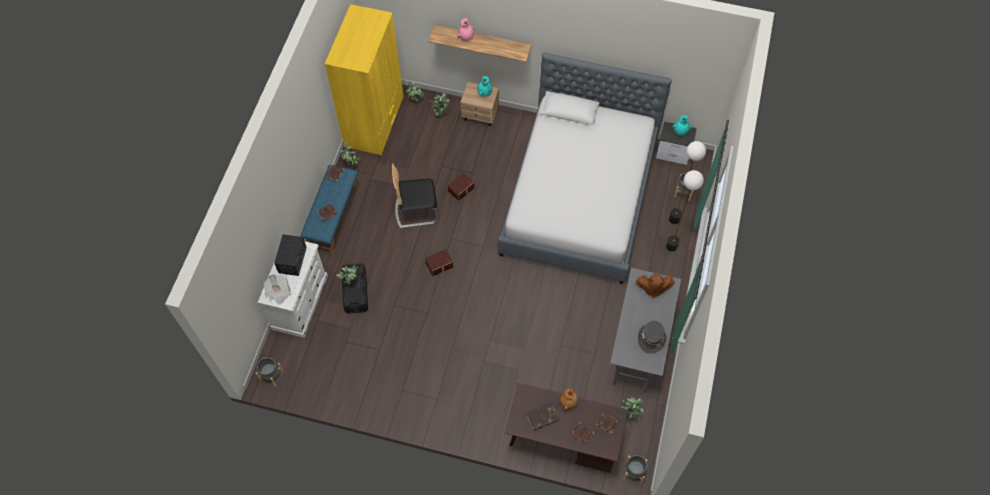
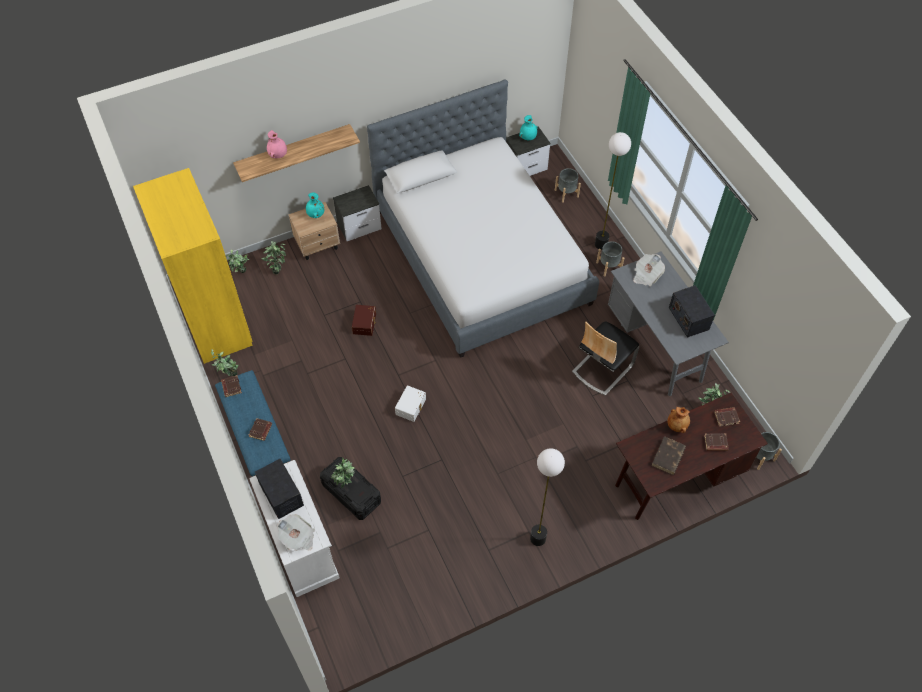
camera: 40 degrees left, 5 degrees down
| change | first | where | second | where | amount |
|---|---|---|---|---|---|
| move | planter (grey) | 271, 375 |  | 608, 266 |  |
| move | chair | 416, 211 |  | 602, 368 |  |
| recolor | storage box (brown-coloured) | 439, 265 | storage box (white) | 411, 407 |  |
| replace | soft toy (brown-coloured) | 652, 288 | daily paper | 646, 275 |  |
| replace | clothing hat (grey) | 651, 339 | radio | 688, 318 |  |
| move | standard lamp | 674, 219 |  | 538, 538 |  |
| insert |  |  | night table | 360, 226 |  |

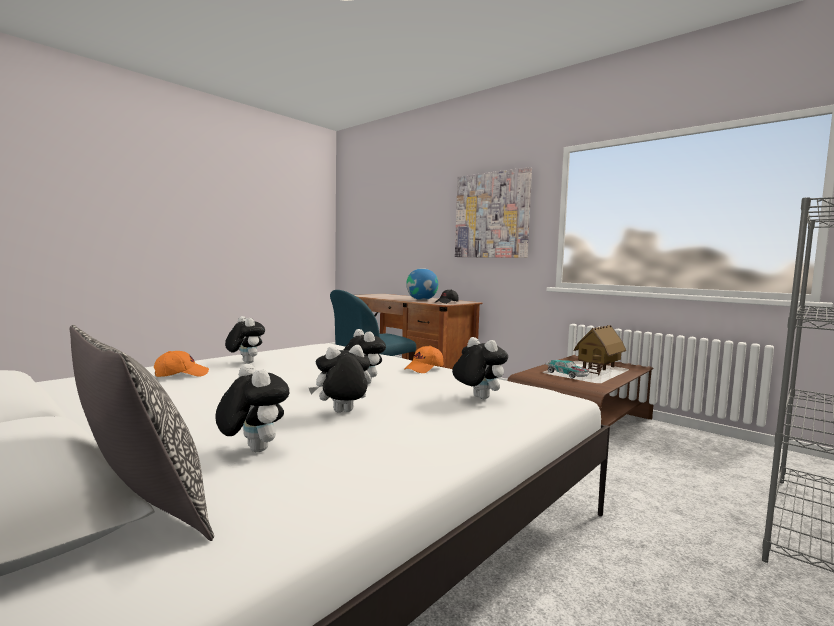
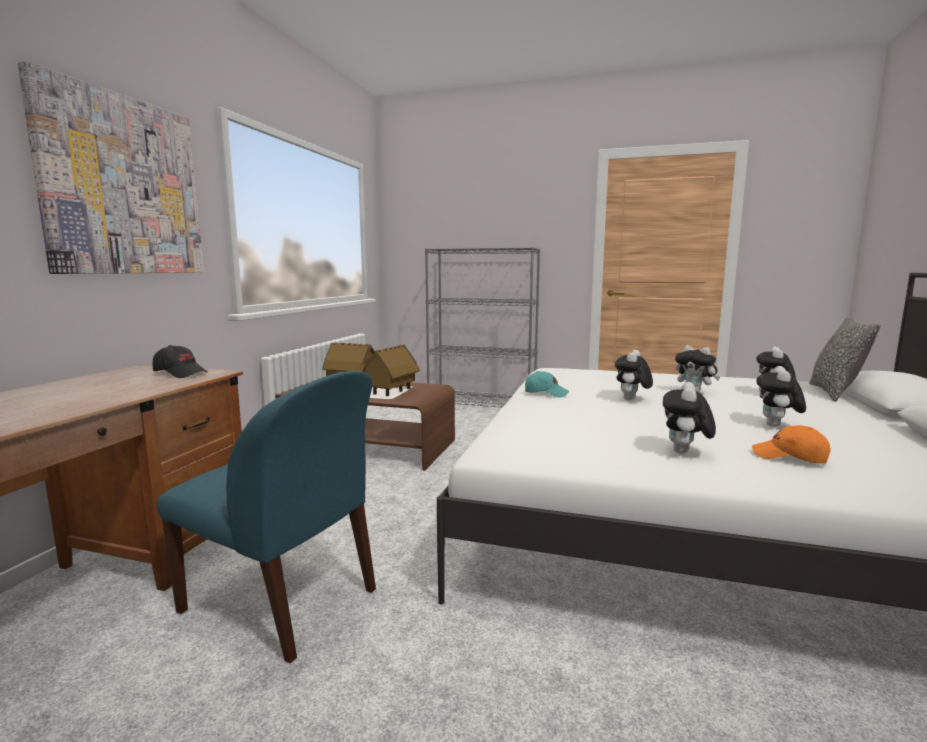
camera: 115 degrees left, 5 degrees up
| change | first | where | second | where | amount |
|---|---|---|---|---|---|
| recolor | baseball cap (orange-coloured) | 424, 369 | baseball cap (turquoise) | 546, 393 |  |
| delete | globe | 422, 300 |  |  |  |
| move | soft toy | 477, 398 |  | 777, 426 |  |
| replace | model car | 567, 374 | model house | 391, 392 |  |

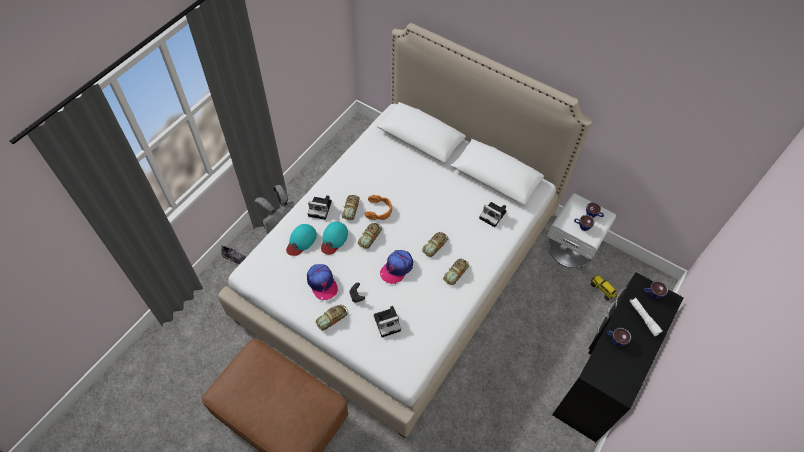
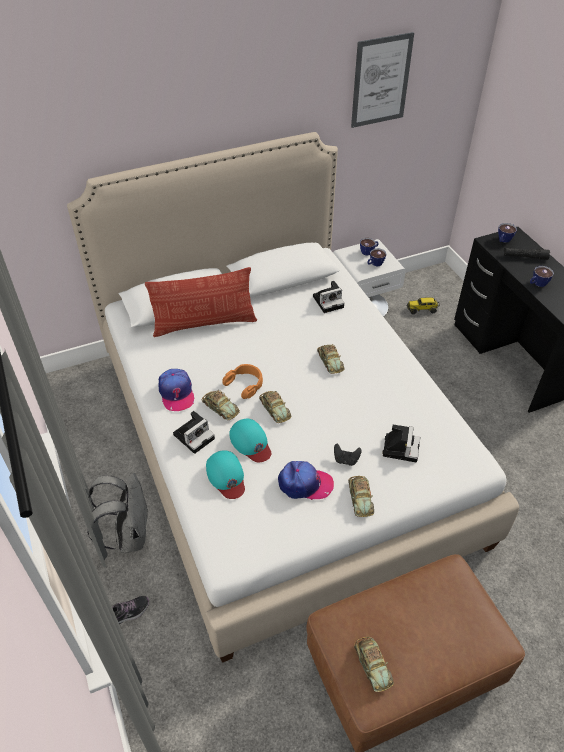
camera: 55 degrees left, 10 degrees down
| change | first | where | second | where | amount |
|---|---|---|---|---|---|
| move | baseball cap | 396, 268 |  | 176, 393 |  |
| move | model car | 456, 272 |  | 372, 665 |  |
| recolor | flashlight (white) | 643, 318 | flashlight (black-coloured) | 525, 257 |  |
| insert |  |  | cushion | 204, 323 |  |
| insert |  |  | wall picture | 381, 81 |  |

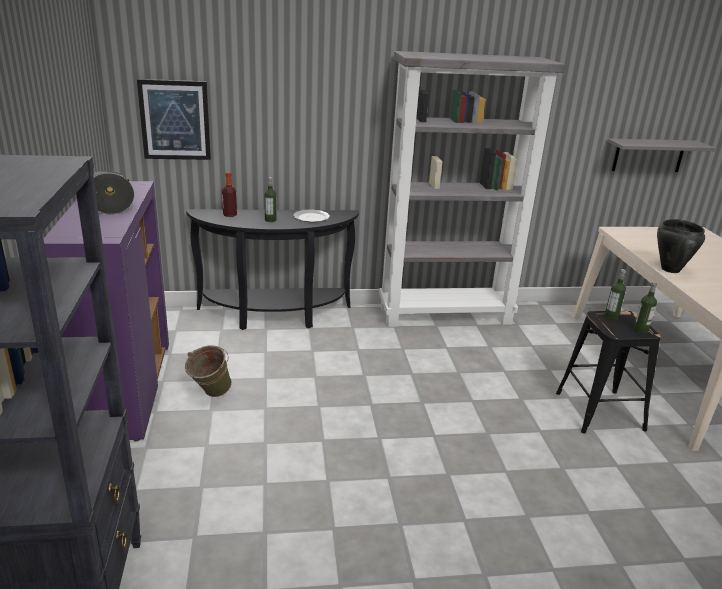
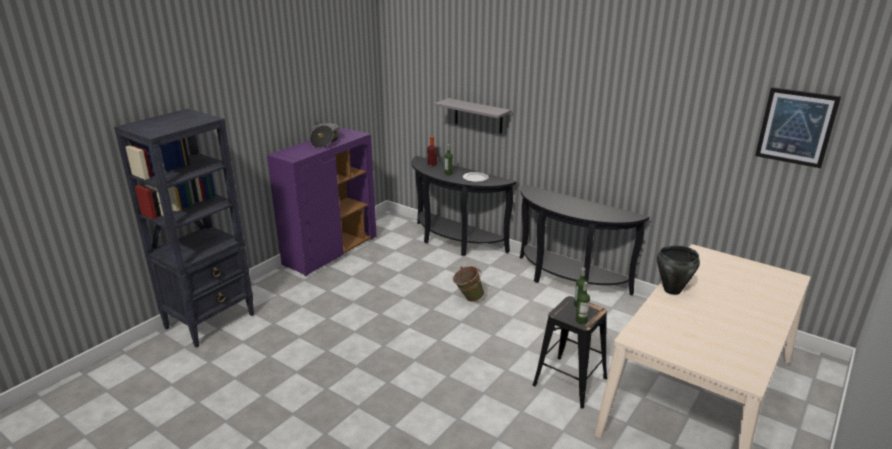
camera: 45 degrees right, 0 degrees up
| change | first | where | second | where | amount |
|---|---|---|---|---|---|
| move | wall picture | 175, 120 |  | 796, 127 |  |
| move | bucket (green-coloured) | 210, 395 |  | 467, 299 |  |
| replace | bookcase (grey) | 446, 315 | narrow table (black-coloured) | 567, 281 |  |
| move | wall shelf (grey) | 648, 155 |  | 478, 116 |  |

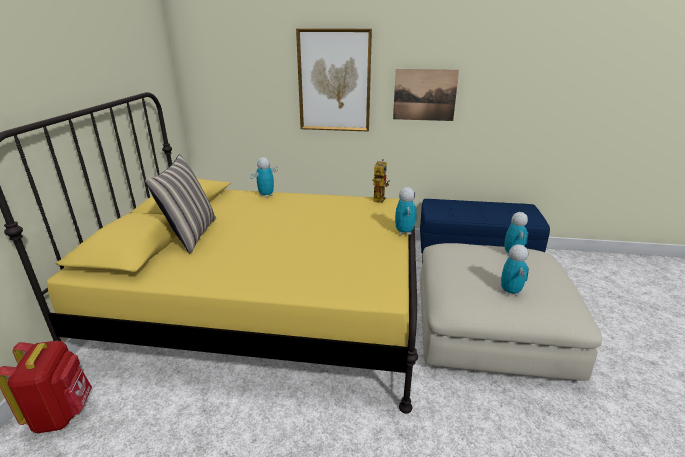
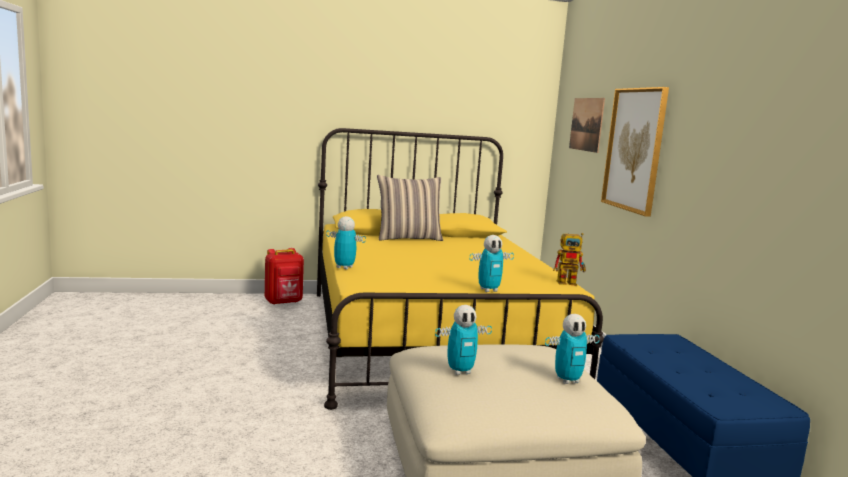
camera: 70 degrees right, 15 degrees down
| change | first | where | second | where | amount |
|---|---|---|---|---|---|
| move | toy robot | 266, 195 |  | 344, 267 |  |
| move | wall picture | 424, 95 |  | 586, 124 |  |

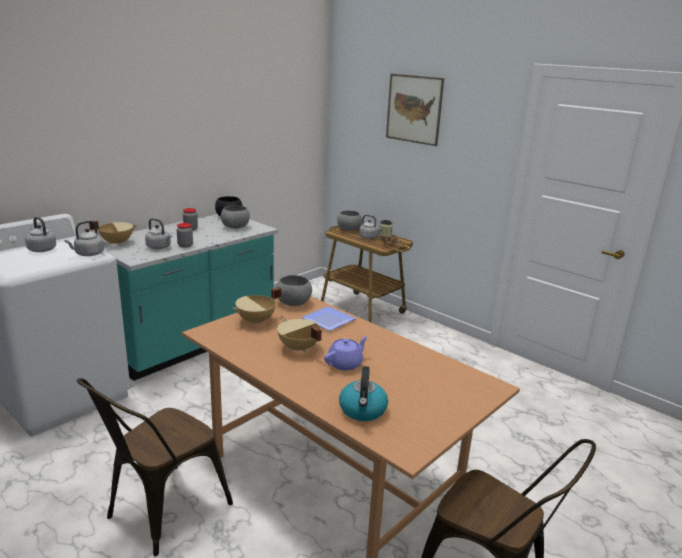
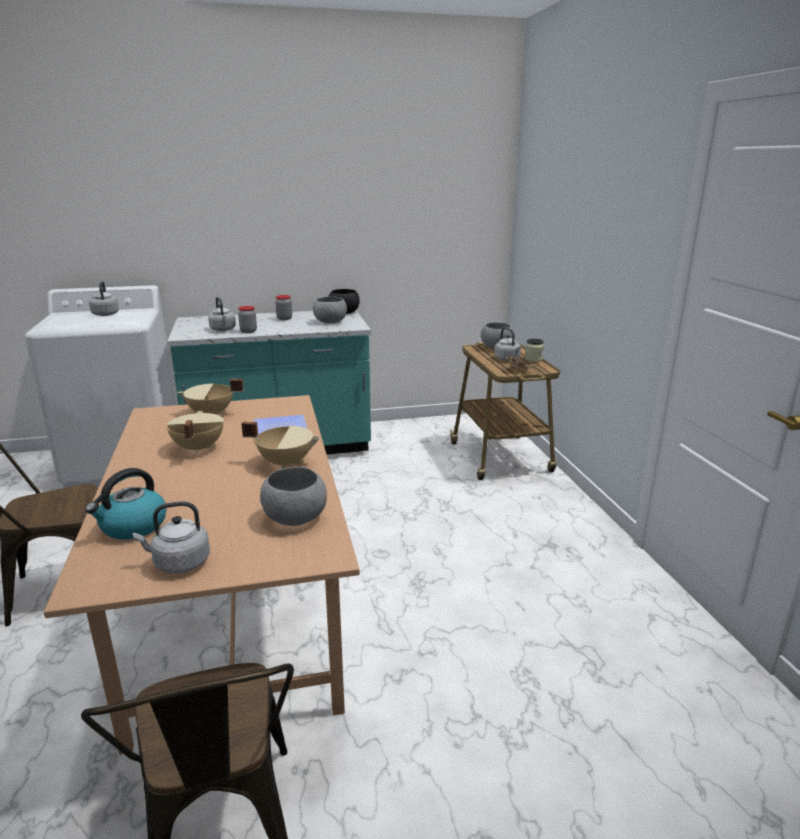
camera: 35 degrees right, 0 degrees up
| change | first | where | second | where | amount |
|---|---|---|---|---|---|
| move | water kettle (grey) | 88, 254 |  | 179, 563 |  |
| move | saucepot (sand-coloured) | 116, 242 |  | 285, 462 |  |
| move | serving bowl (grey) | 293, 303 |  | 295, 517 |  |
| delete | teapot (purple) | 345, 364 |  |  |  |
| delete | wall picture | 414, 109 |  |  |  |

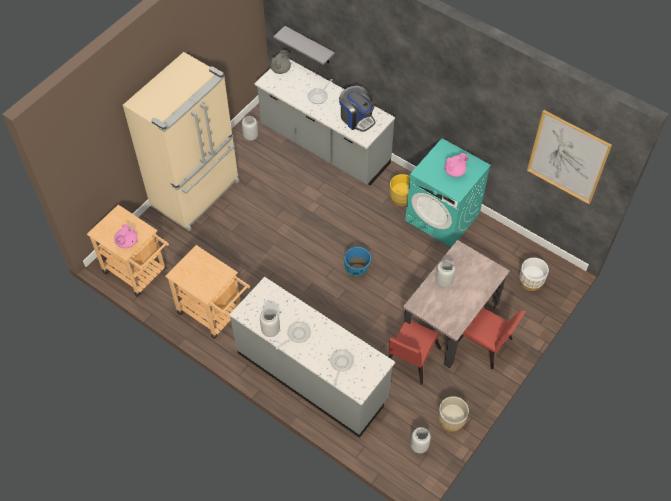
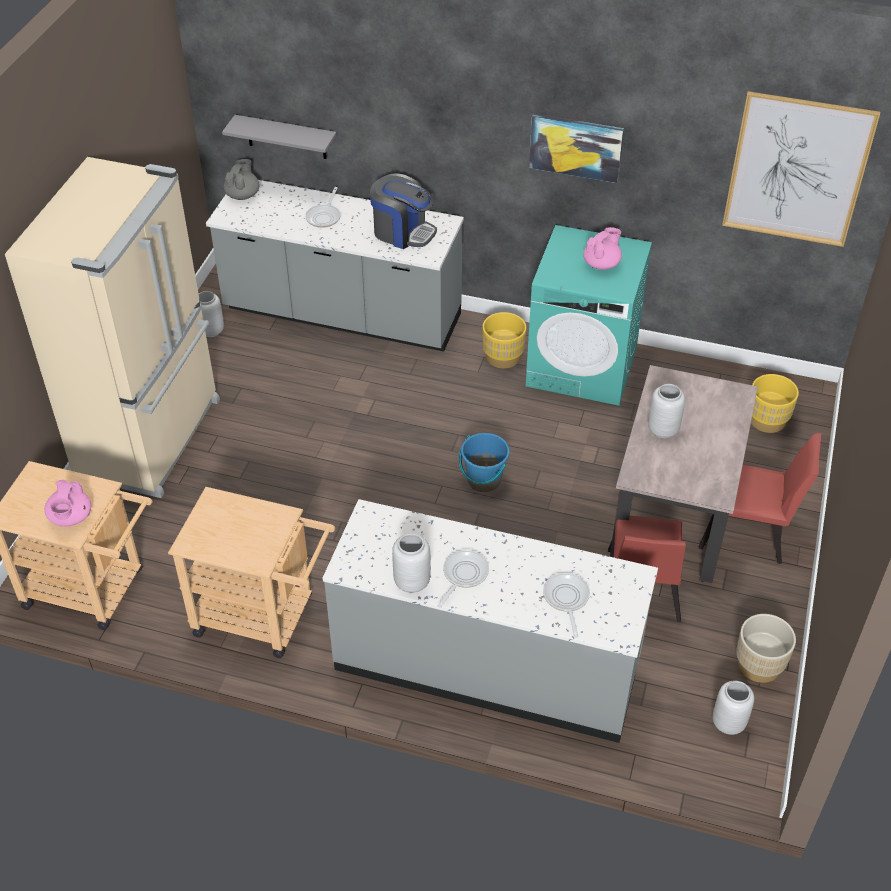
camera: 20 degrees left, 10 degrees down
| change | first | where | second | where | amount |
|---|---|---|---|---|---|
| recolor | planter (white) | 530, 282 | planter (yellowish) | 767, 420 |  |
| insert |  |  | wall picture | 576, 147 |  |

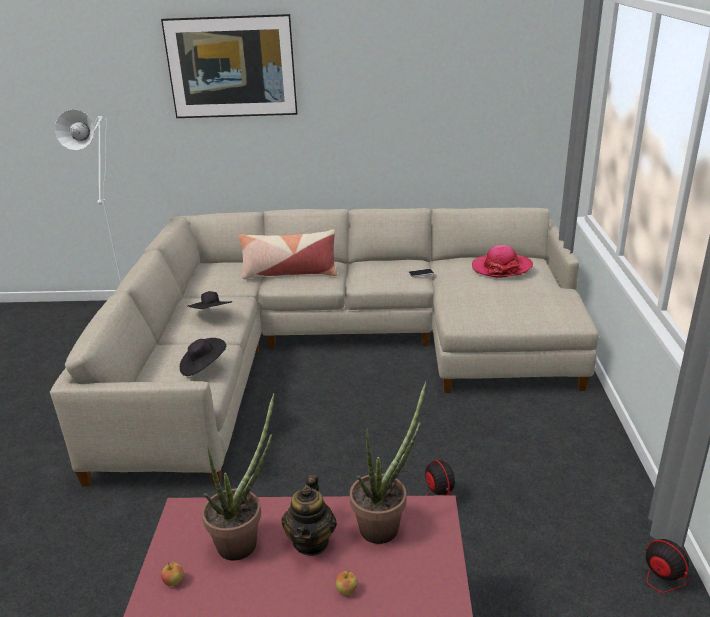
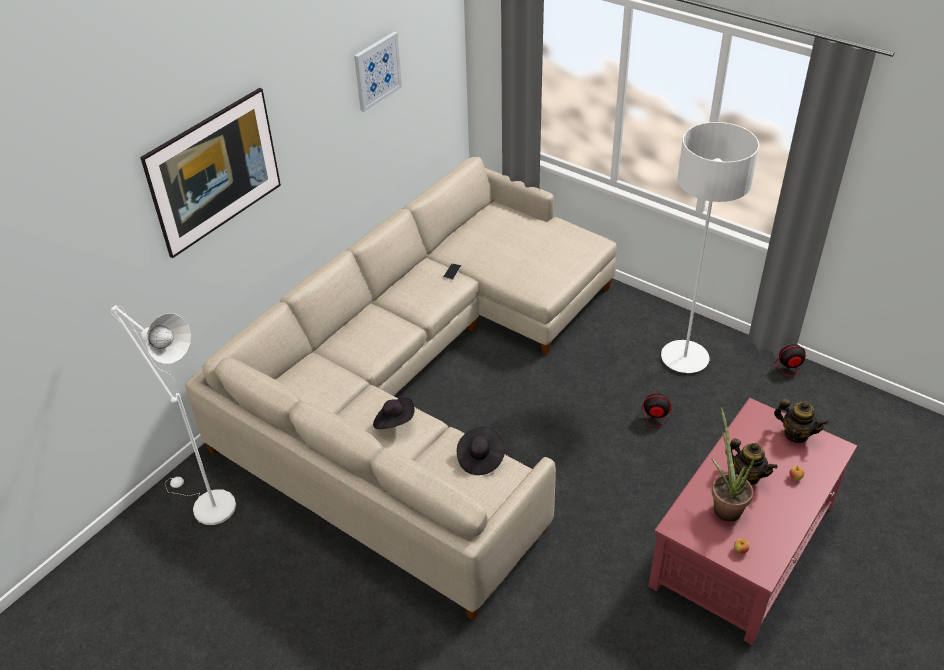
camera: 55 degrees left, 15 degrees up
| change | first | where | second | where | amount |
|---|---|---|---|---|---|
| delete | cushion | 289, 273 |  |  |  |
| delete | houseplant | 385, 524 |  |  |  |
| delete | clothing hat | 501, 267 |  |  |  |
| insert |  |  | wall picture | 377, 71 |  |
| insert |  |  | standard lamp (white) | 684, 358 |  |
| insert |  |  | teapot | 796, 434 |  |

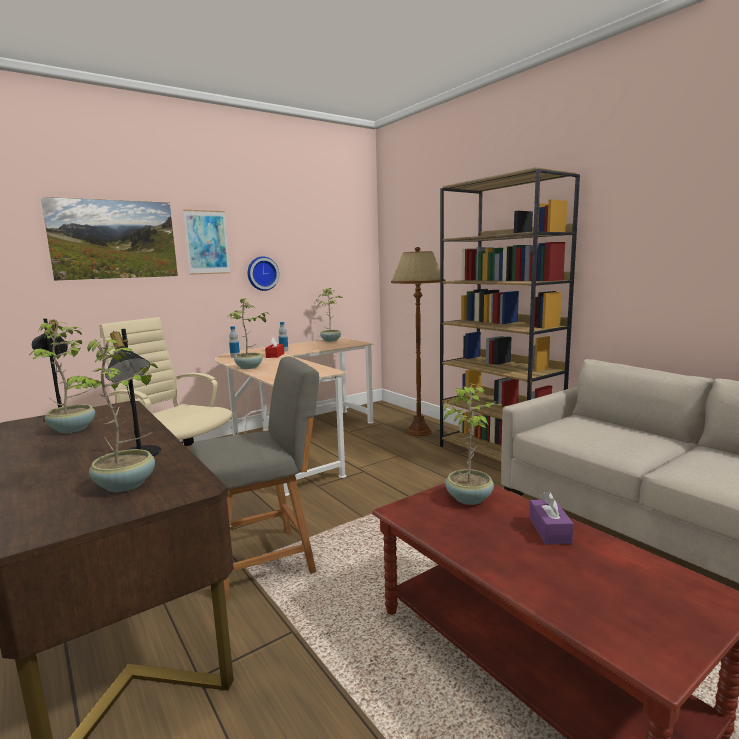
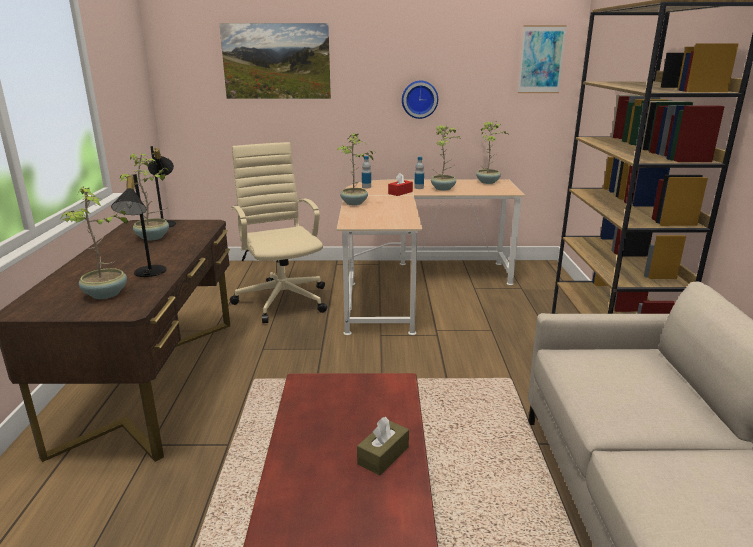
camera: 35 degrees right, 10 degrees up
| change | first | where | second | where | amount |
|---|---|---|---|---|---|
| move | wall picture | 207, 242 |  | 541, 59 |  |
| delete | chair (grey) | 264, 560 |  |  |  |
| delete | standard lamp (brown-coloured) | 418, 431 |  |  |  |
| move | houseplant | 469, 498 |  | 443, 188 |  |
| recolor | box of tissues (purple) | 549, 530 | box of tissues (brown-coloured) | 383, 455 |  |

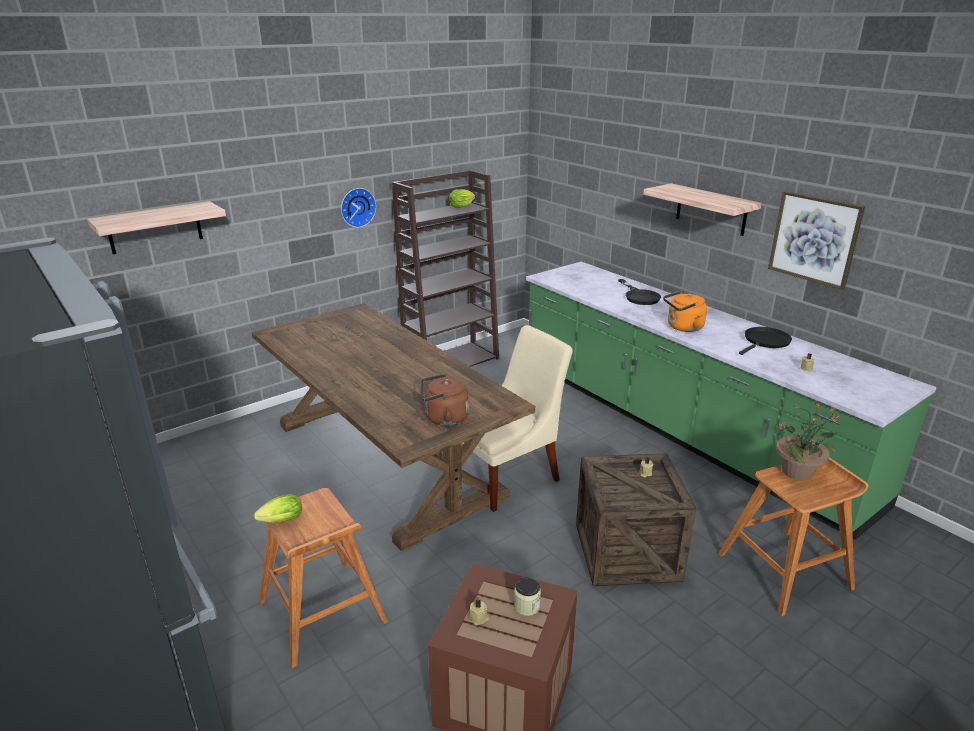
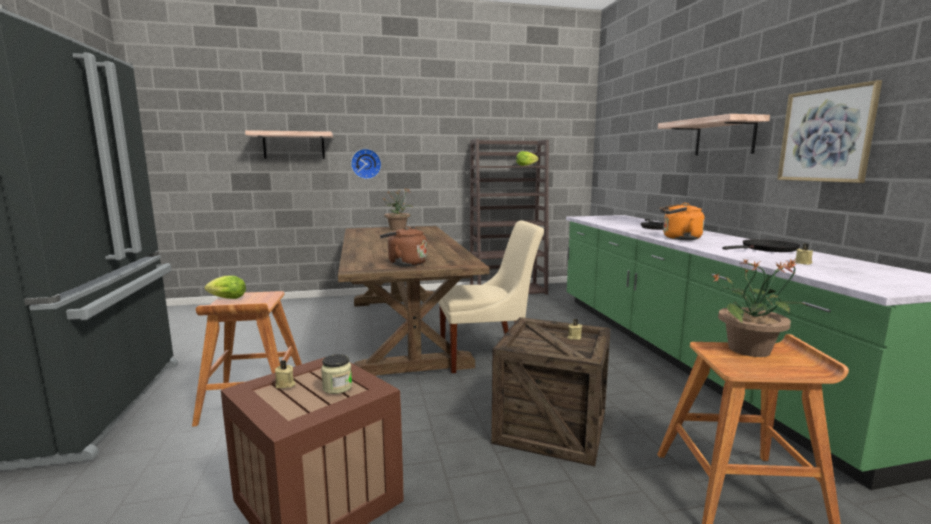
camera: 25 degrees right, 15 degrees down
| change | first | where | second | where | amount |
|---|---|---|---|---|---|
| move | wall clock | 357, 207 |  | 366, 163 |  |
| insert |  |  | houseplant | 398, 229 |  |

